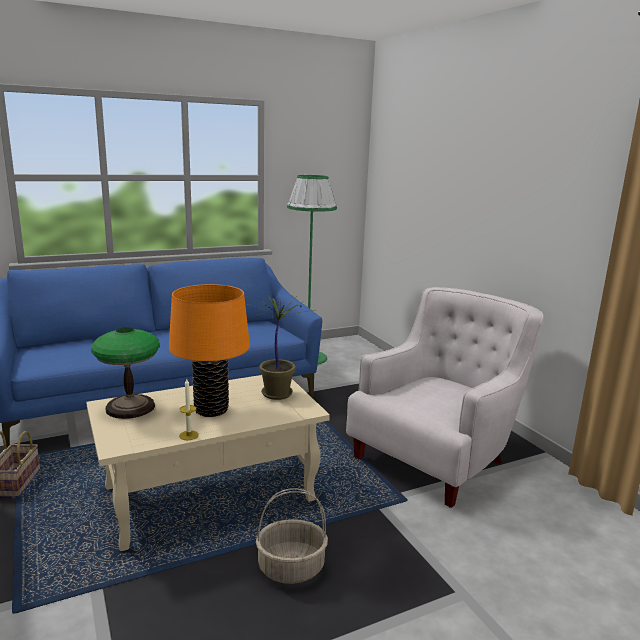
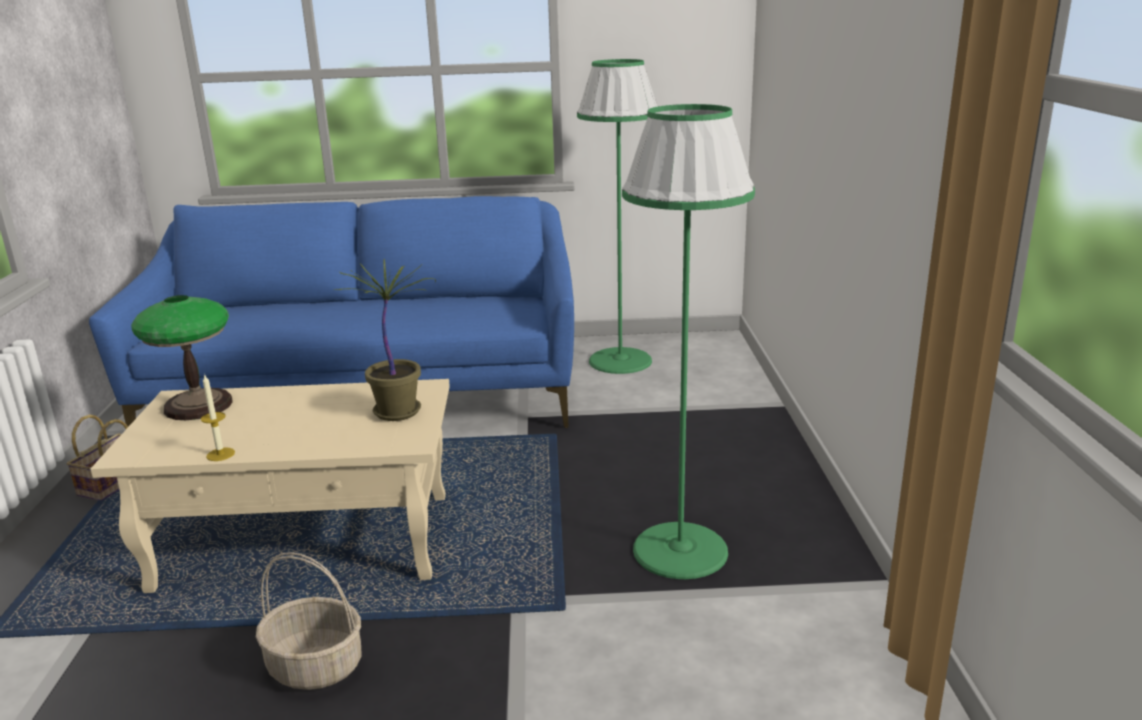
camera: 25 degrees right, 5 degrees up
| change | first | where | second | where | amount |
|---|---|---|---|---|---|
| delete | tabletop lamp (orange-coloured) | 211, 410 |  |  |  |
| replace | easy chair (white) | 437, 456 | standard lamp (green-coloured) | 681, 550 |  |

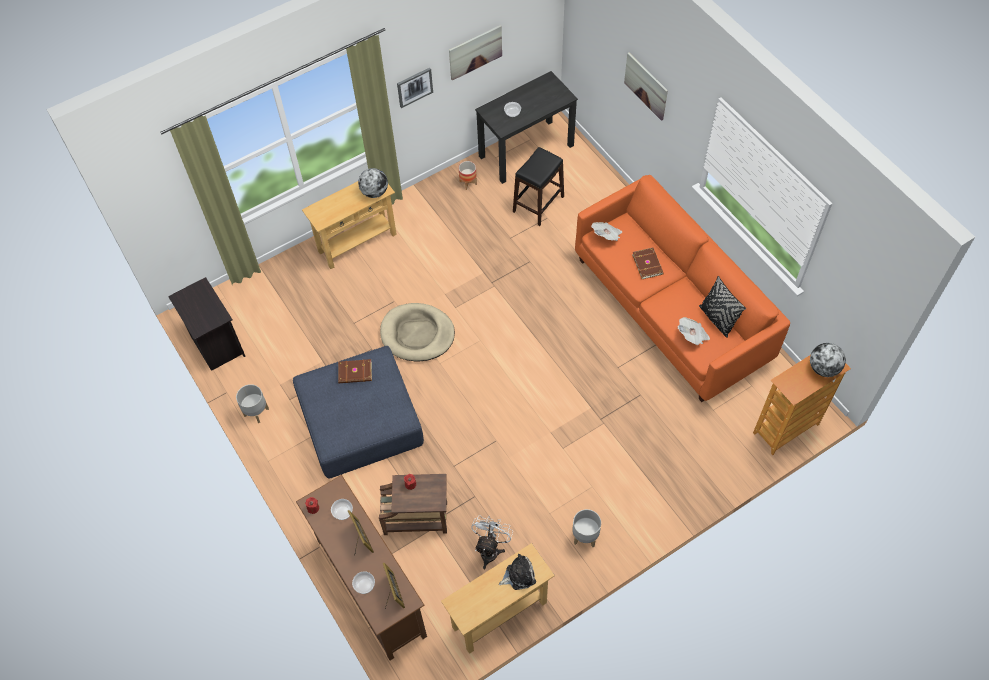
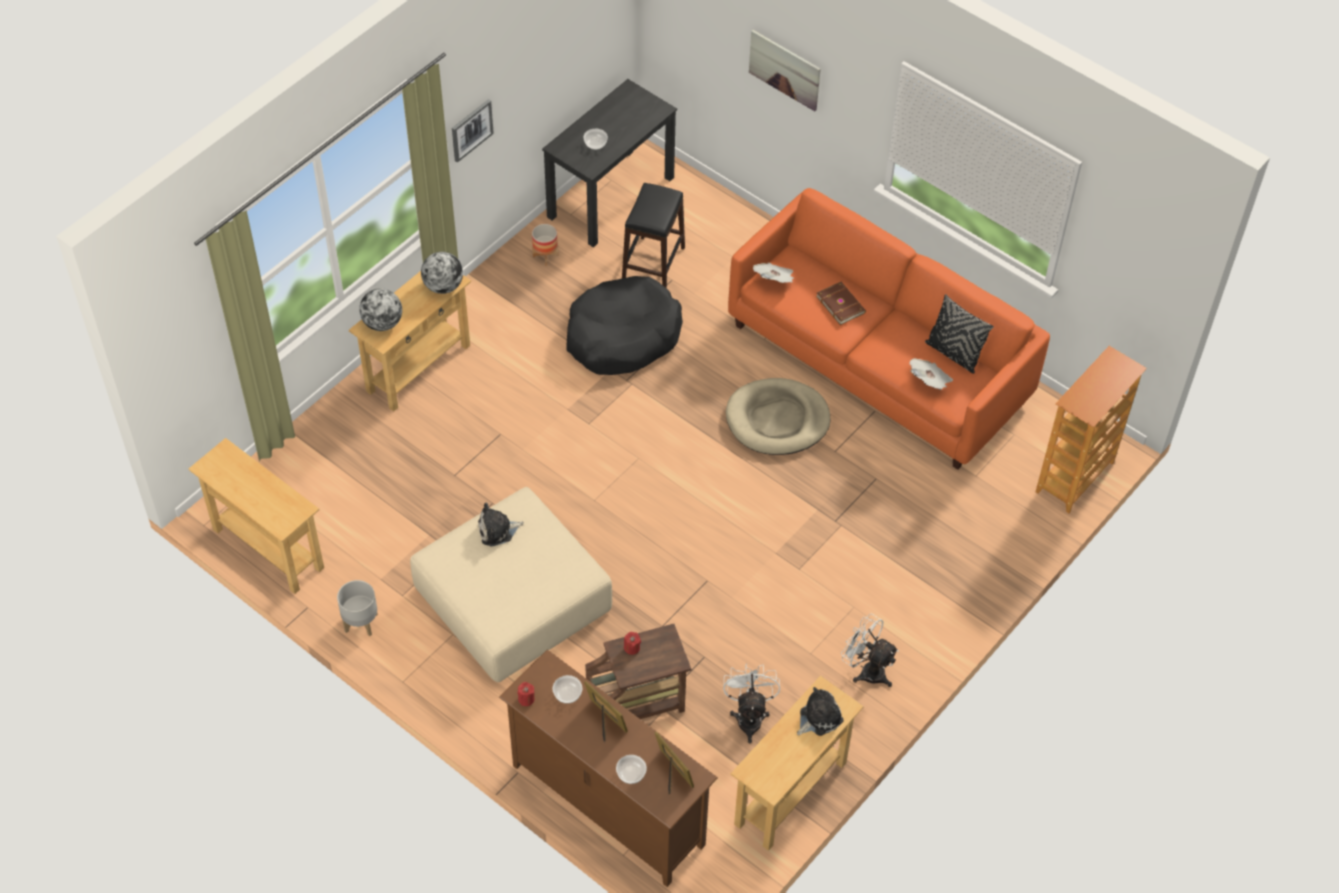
camera: 20 degrees left, 5 degrees down
| change | first | where | second | where | amount |
|---|---|---|---|---|---|
| replace | night table (black-coloured) | 216, 345 | narrow table (sand-coloured) | 268, 548 |  |
| recolor | ottoman (blue-coloured) | 359, 420 | ottoman (sand-coloured) | 511, 599 |  |
| replace | book (brown-coloured) | 355, 373 | soft toy | 497, 530 |  |
| move | dog cushion (sand-coloured) | 417, 334 |  | 777, 420 |  |
| delete | wall picture | 475, 52 |  |  |  |
| replace | planter (grey) | 585, 536 | cooling fan (white) | 867, 670 |  |
| move | globe | 823, 368 |  | 382, 323 |  |
| insert |  |  | dog cushion (black-coloured) | 622, 336 |  |

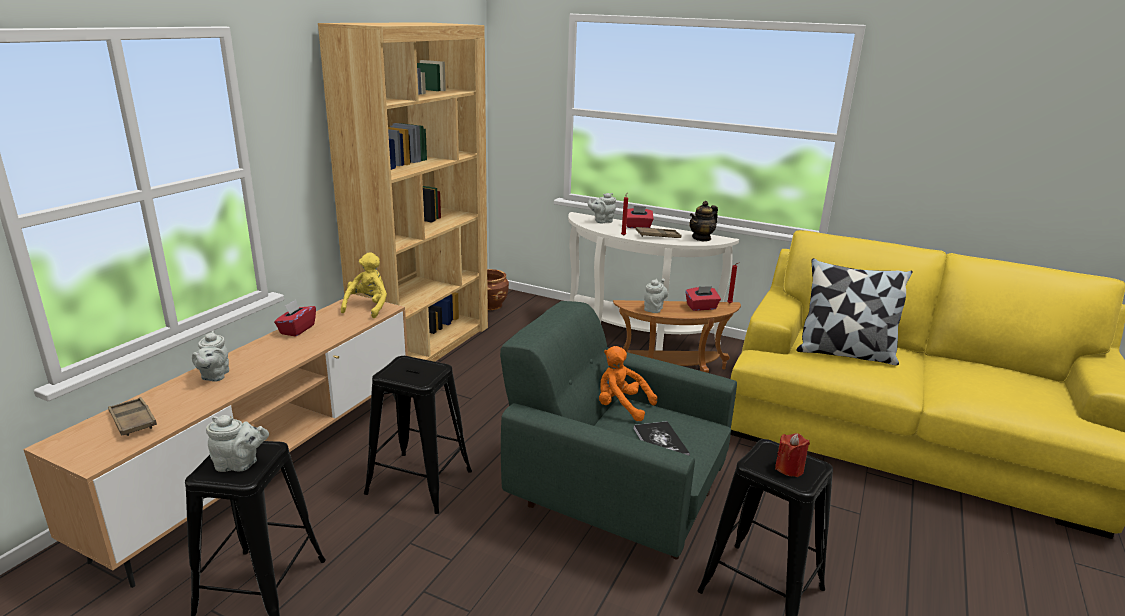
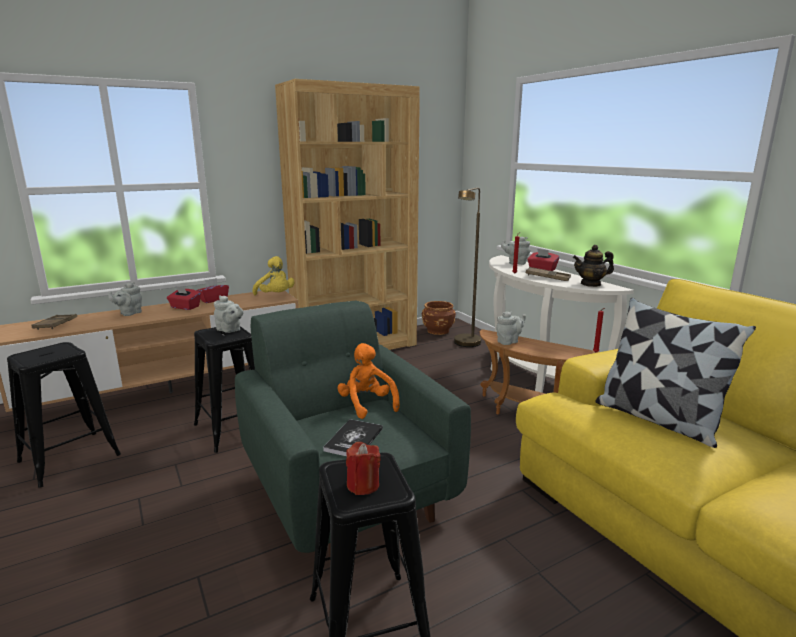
camera: 35 degrees right, 5 degrees down
| change | first | where | second | where | amount |
|---|---|---|---|---|---|
| move | teapot (grey) | 239, 464 |  | 230, 330 |  |
| rotate | soft toy (yellowish) | 368, 307 |  | 275, 296 | 90 degrees clockwise |
| move | box of tissues (red) | 701, 307 |  | 185, 307 |  |
| insert |  |  | standard lamp (brown-coloured) | 466, 345 |  |

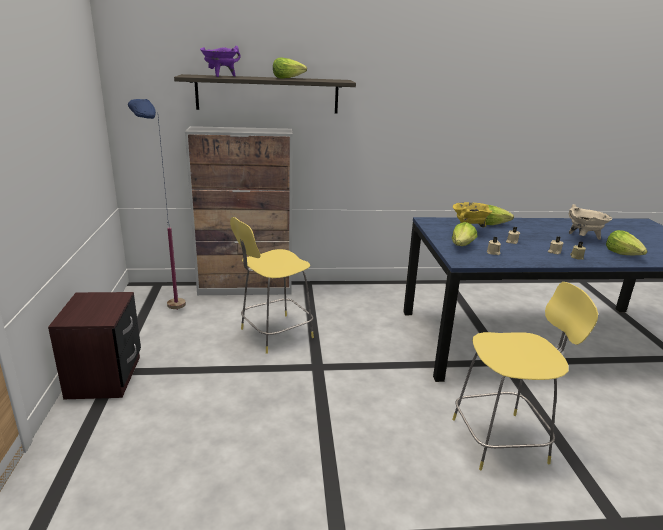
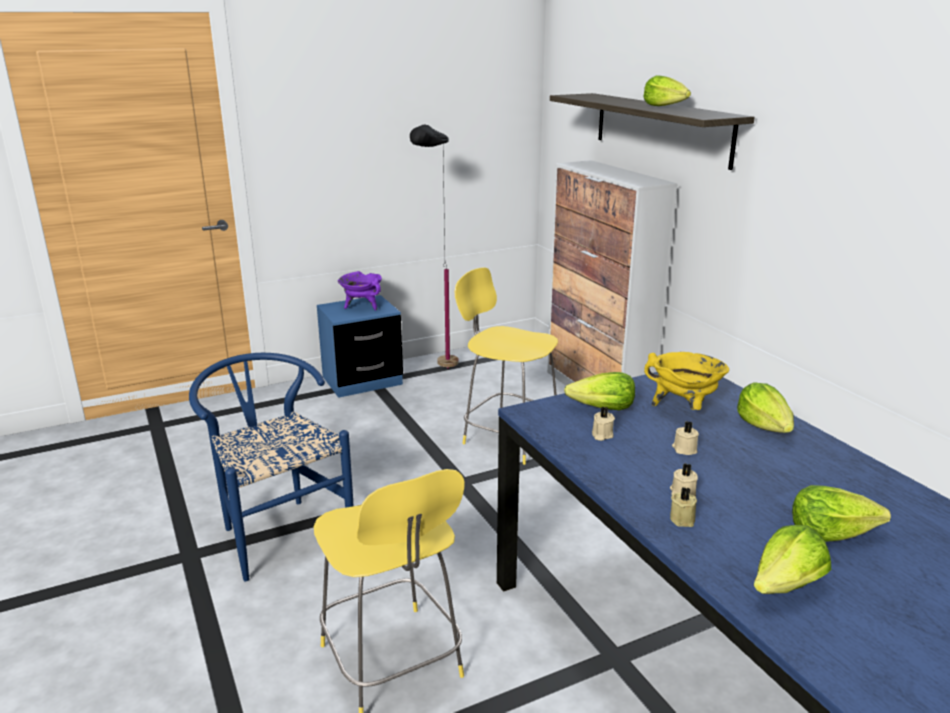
camera: 70 degrees right, 0 degrees up
| change | first | where | second | where | amount |
|---|---|---|---|---|---|
| recolor | night table (brown-coloured) | 105, 377 | night table (blue-coloured) | 362, 381 |  |
| delete | standard lamp (blue-coloured) | 167, 304 |  |  |  |
| move | saucepot (purple) | 220, 76 |  | 362, 306 |  |
| replace | saucepot (sand-coloured) | 583, 238 | lettuce head | 830, 532 |  |
| insert |  |  | chair (blue-coloured) | 278, 531 |  |
| insert |  |  | standard lamp (black-coloured) | 438, 375 |  |

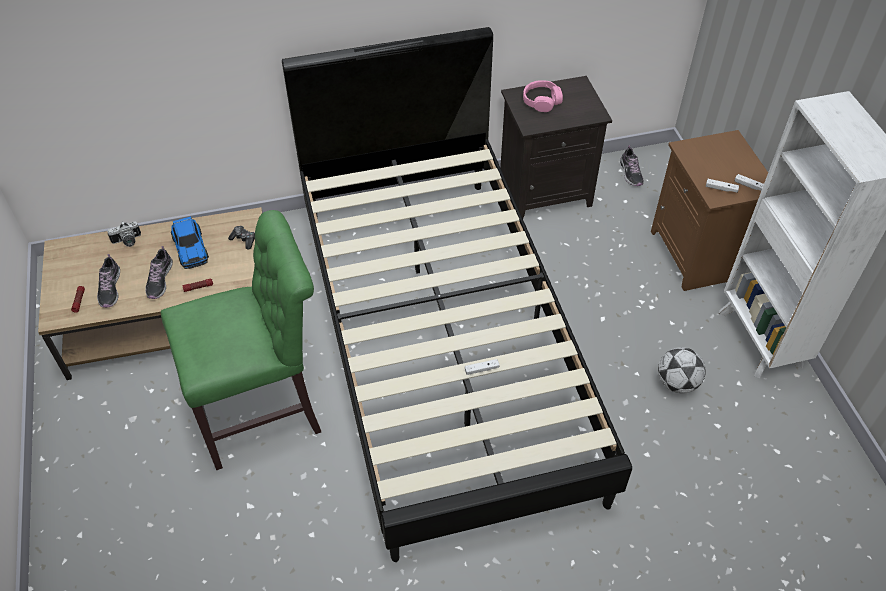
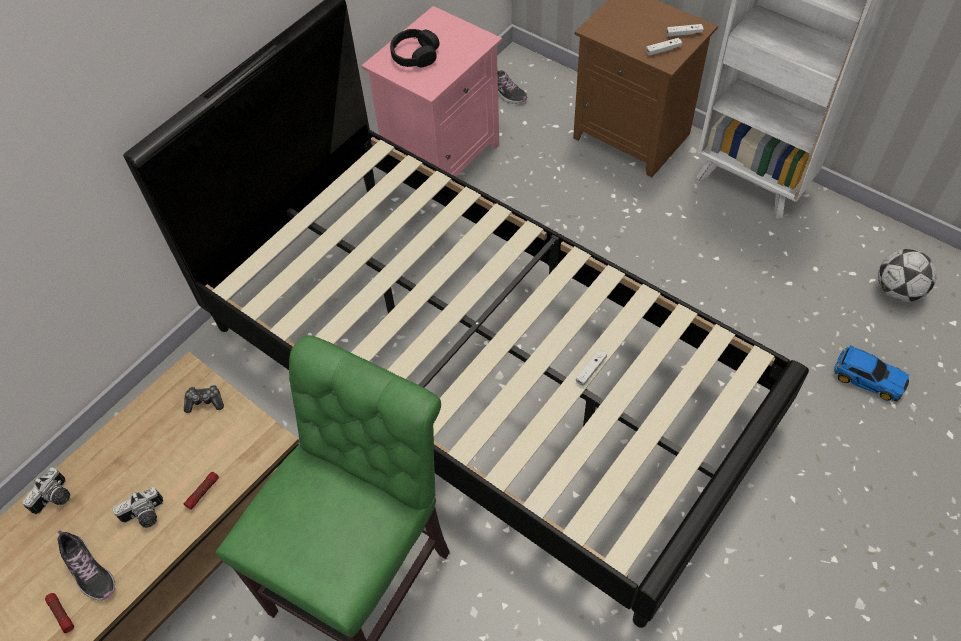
camera: 35 degrees left, 5 degrees up
| change | first | where | second | where | amount |
|---|---|---|---|---|---|
| replace | low shoe | 160, 280 | still camera | 145, 516 |  |
| move | model car | 191, 247 |  | 867, 377 |  |
| recolor | night table (black-coloured) | 546, 191 | night table (pinkish) | 442, 155 |  |
| recolor | headphones (pinkish) | 542, 101 | headphones (black-coloured) | 415, 55 |  |
| move | football ball | 677, 383 |  | 898, 291 |  |

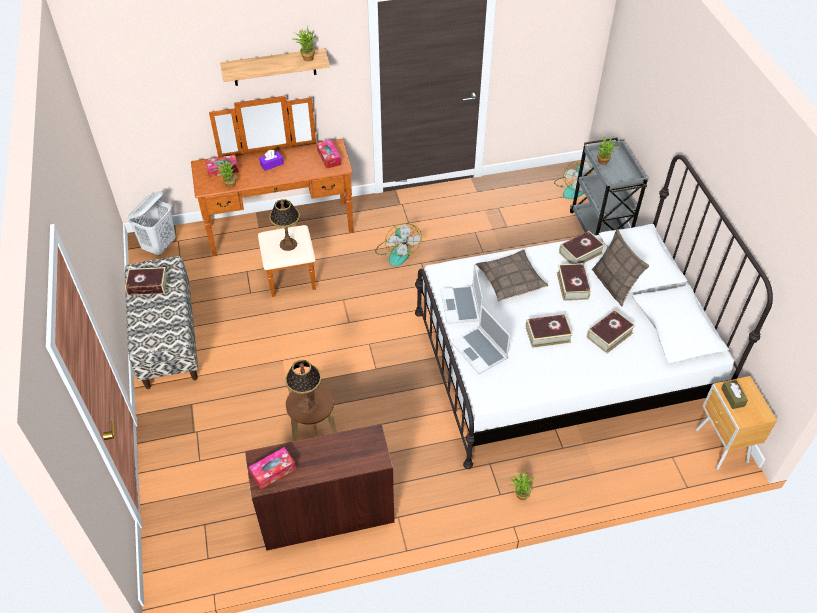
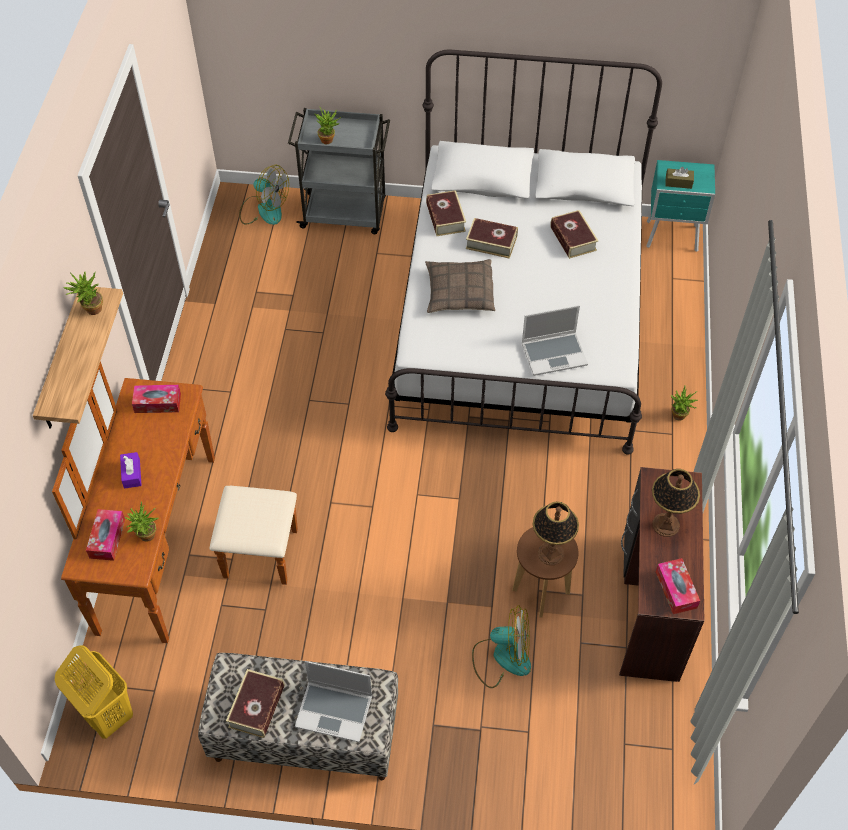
camera: 70 degrees left, 5 degrees up
| change | first | where | second | where | amount |
|---|---|---|---|---|---|
| recolor | laundry basket (white) | 160, 246 | laundry basket (yellowish) | 106, 714 |  |
| move | tabletop lamp | 288, 244 |  | 665, 524 |  |
| move | cooling fan | 397, 252 |  | 502, 657 |  |
| move | portable computer | 461, 306 |  | 335, 711 |  |
| delete | book | 547, 334 |  |  |  |
| delete | cushion | 614, 285 |  |  |  |
| recolor | night table (brown-coloured) | 721, 447 | night table (turquoise) | 673, 237 |  |

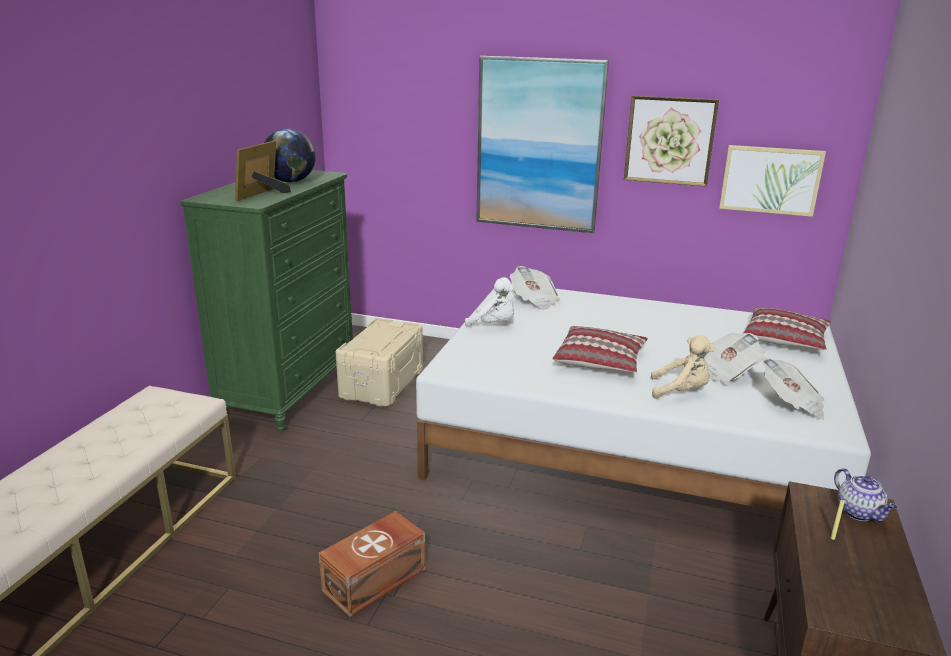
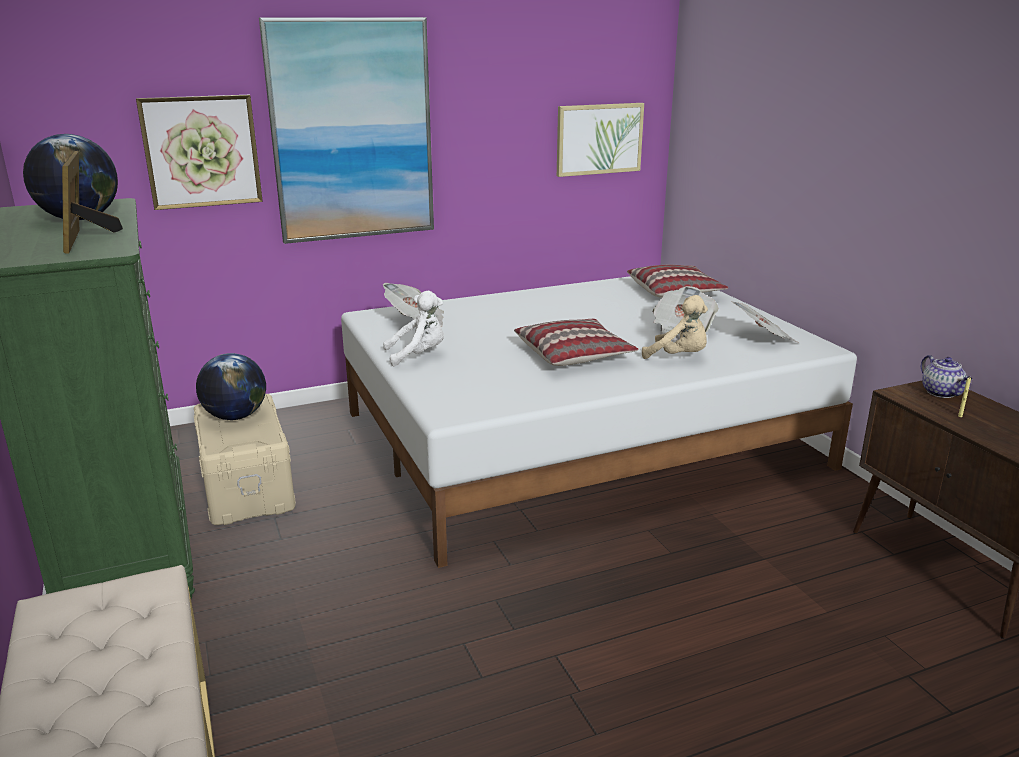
camera: 40 degrees left, 0 degrees up
| change | first | where | second | where | amount |
|---|---|---|---|---|---|
| delete | storage box (brown-coloured) | 376, 579 |  |  |  |
| move | wall picture | 669, 140 |  | 201, 151 |  |
| rotate | soft toy (sand-coloured) | 681, 391 |  | 679, 357 | 60 degrees clockwise |
| rotate | teapot | 859, 513 |  | 942, 393 | 45 degrees clockwise |
| insert |  |  | globe | 235, 416 |  |

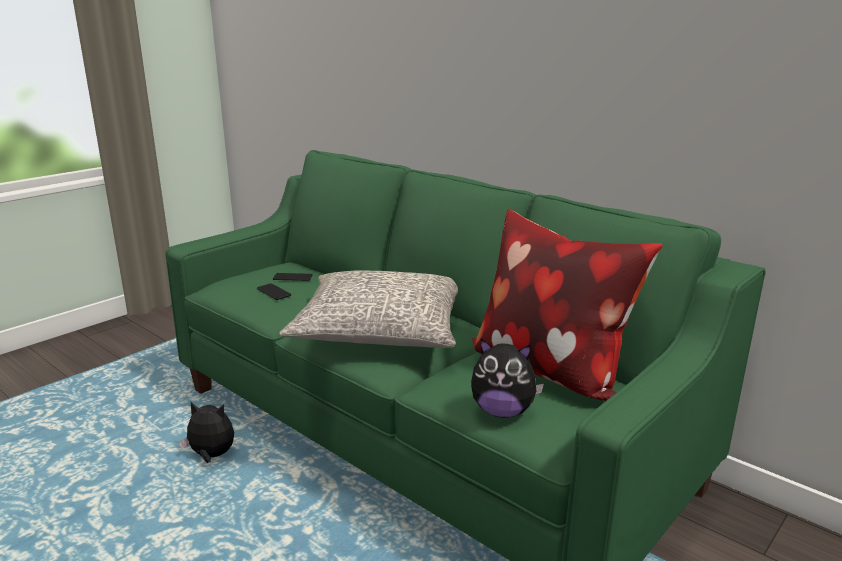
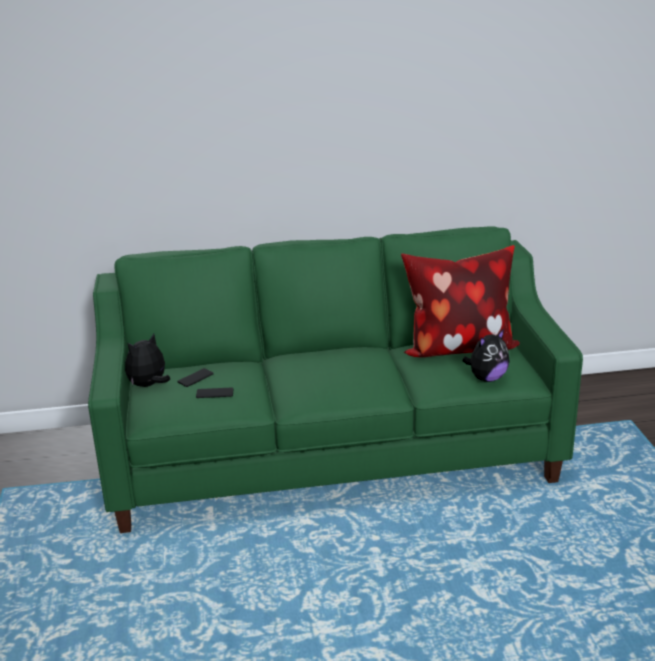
camera: 50 degrees left, 5 degrees up
| change | first | where | second | where | amount |
|---|---|---|---|---|---|
| move | soft toy | 211, 456 |  | 148, 385 |  |
| delete | cushion (grey) | 380, 332 |  |  |  |

